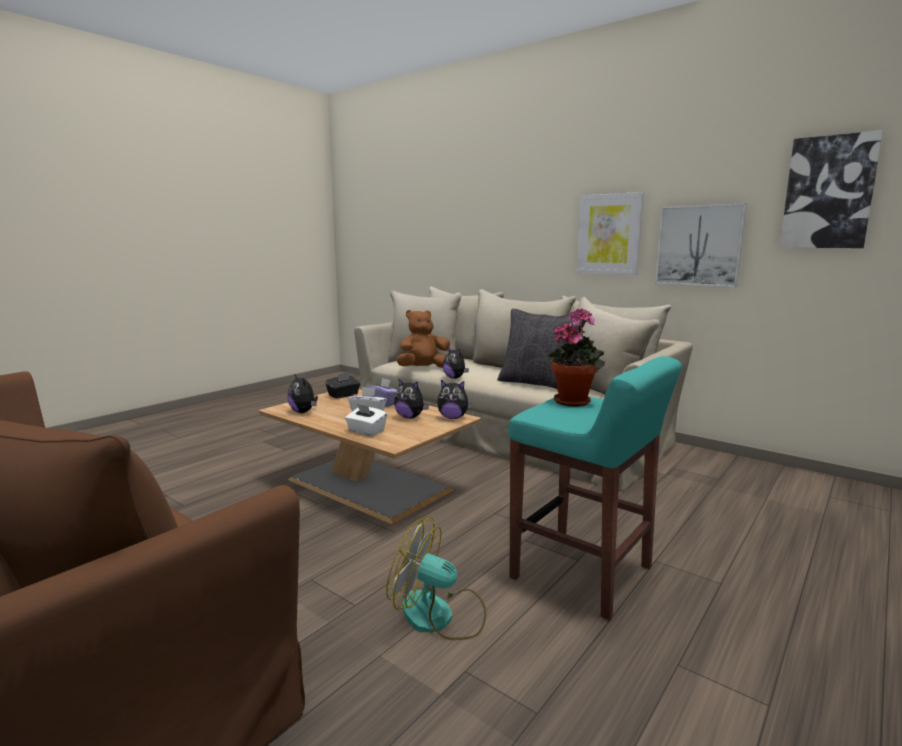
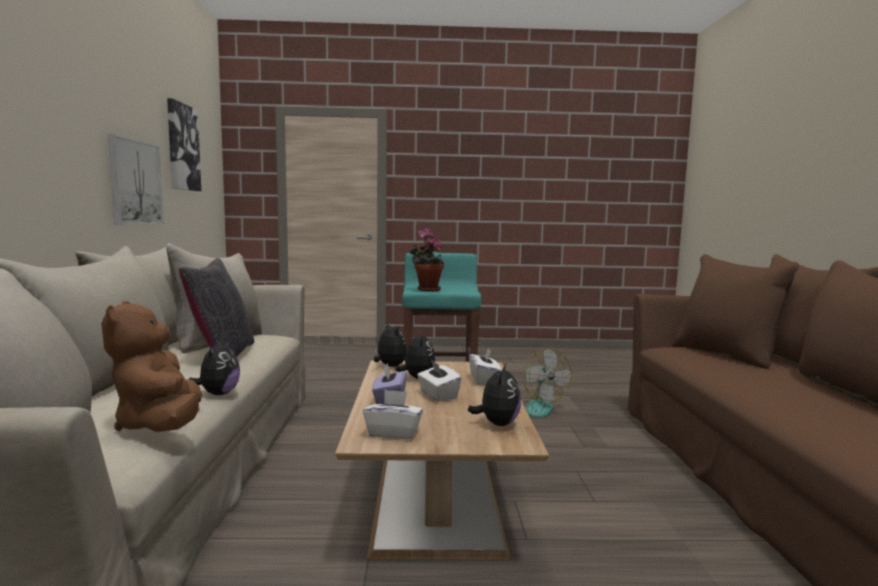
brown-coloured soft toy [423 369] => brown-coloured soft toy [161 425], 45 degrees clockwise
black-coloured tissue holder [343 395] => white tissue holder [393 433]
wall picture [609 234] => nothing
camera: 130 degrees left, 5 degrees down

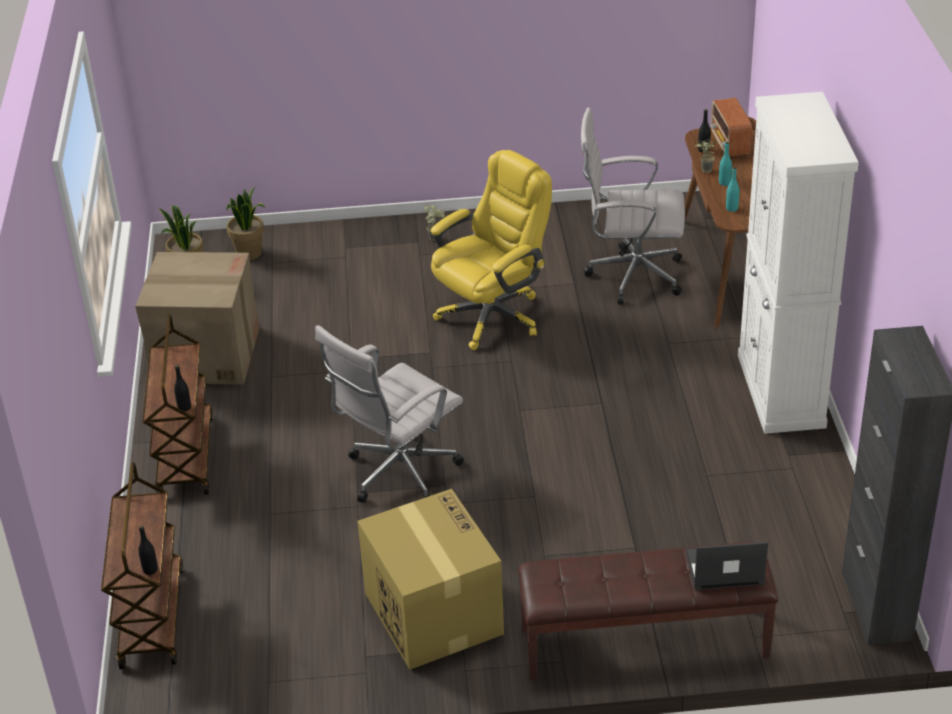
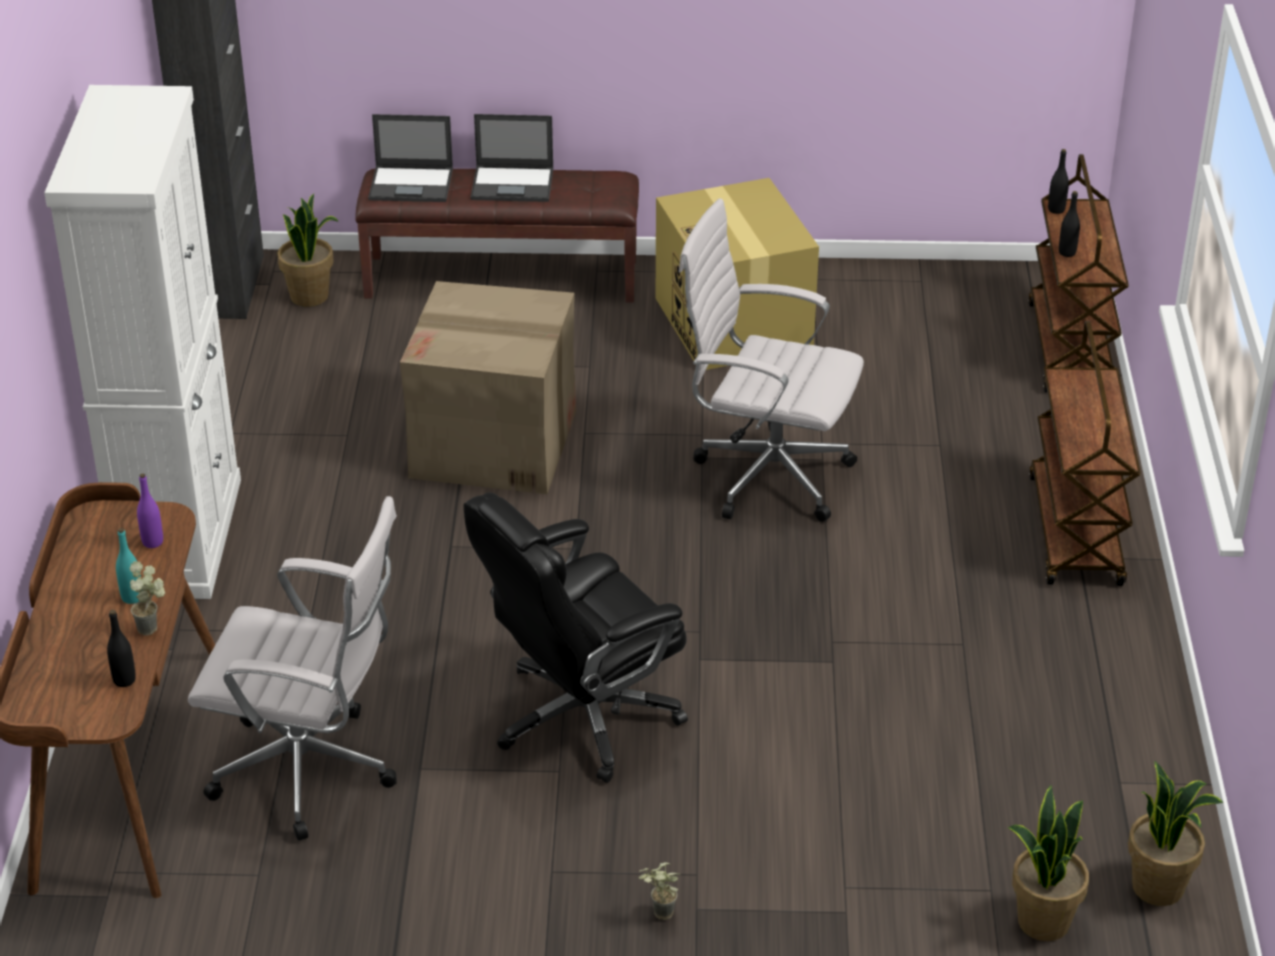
turquoise drink bottle [731 208] => purple-coloured drink bottle [152 542]
nothing => potted plant [310 296]
packing box [205 354] => packing box [495 444], move
yellow office chair [492 316] => black-coloured office chair [582 717]
nothing => notebook computer [513 184]
white office chair [398 475] => white office chair [765 475], 120 degrees counterclockwise
black-coloured drink bottle [184 407] => black-coloured drink bottle [1067 252], move
radio set [730 144] => nothing
camera: 175 degrees left, 0 degrees up

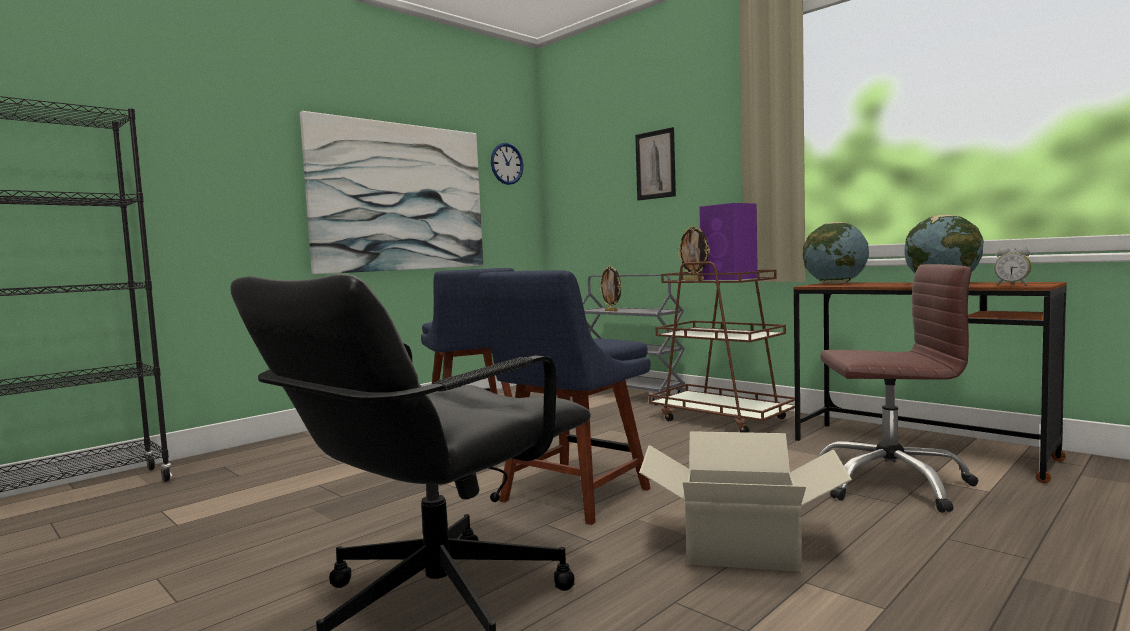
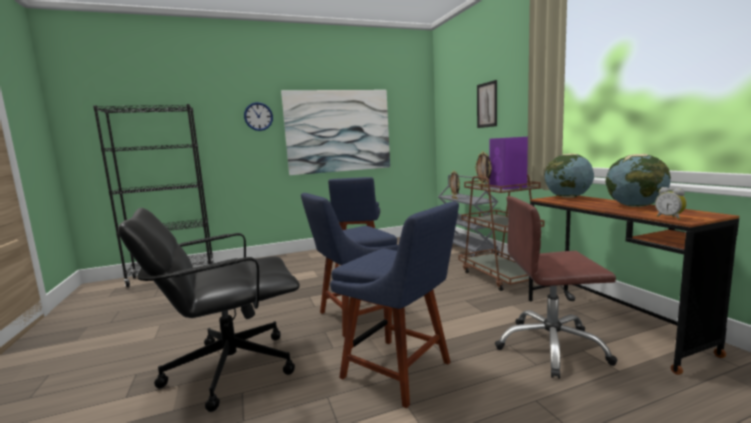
hanging clock [506 163] => hanging clock [258 116], move
packing box [741 547] => blue chair [401 371]
brown-coloured office chair [890 483] => brown-coloured office chair [551 347], 150 degrees clockwise
camera: 25 degrees right, 5 degrees up

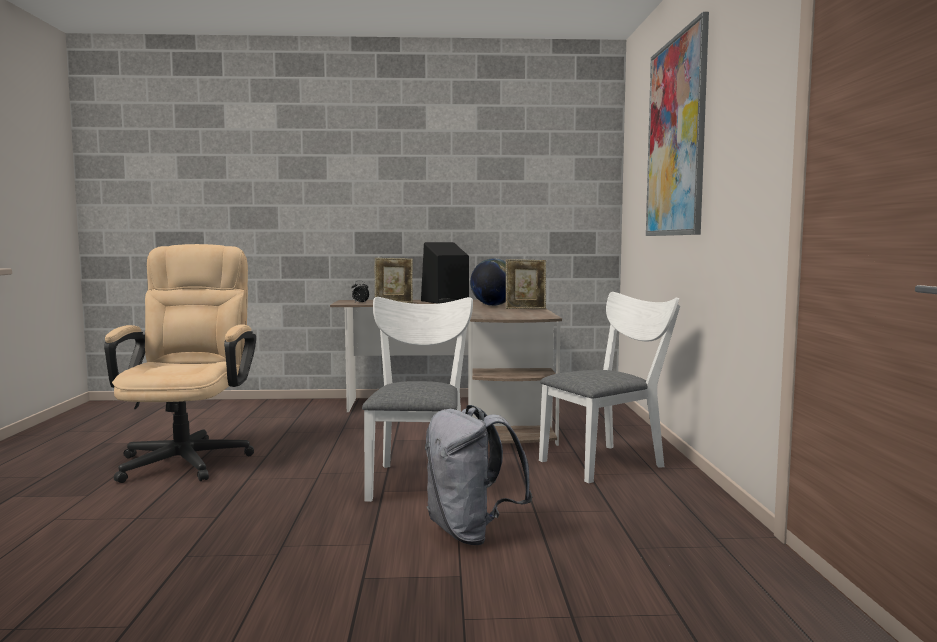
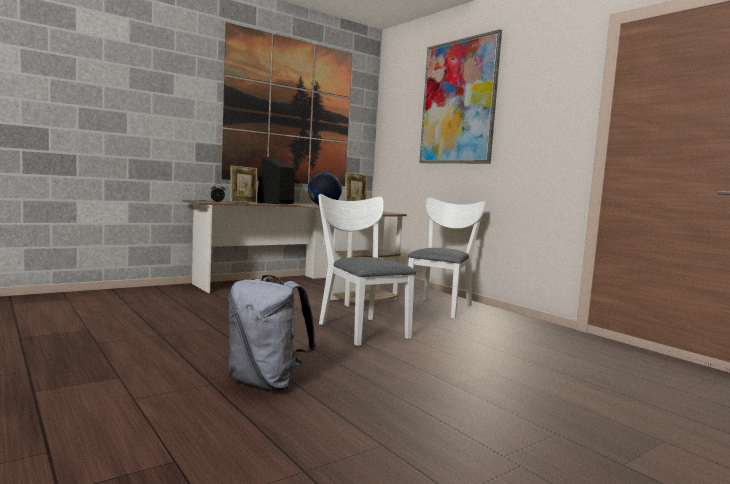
nothing => wall picture [290 112]
grey backpack [471 533] => grey backpack [266 383], move
sand-coloured office chair [188 458] => nothing
camera: 35 degrees left, 0 degrees up

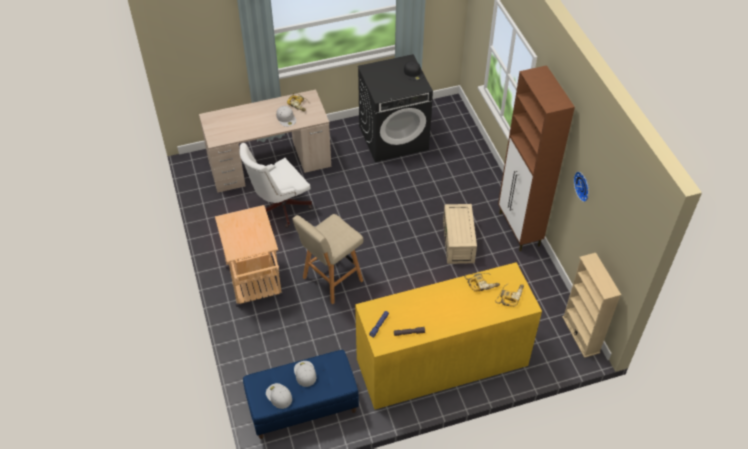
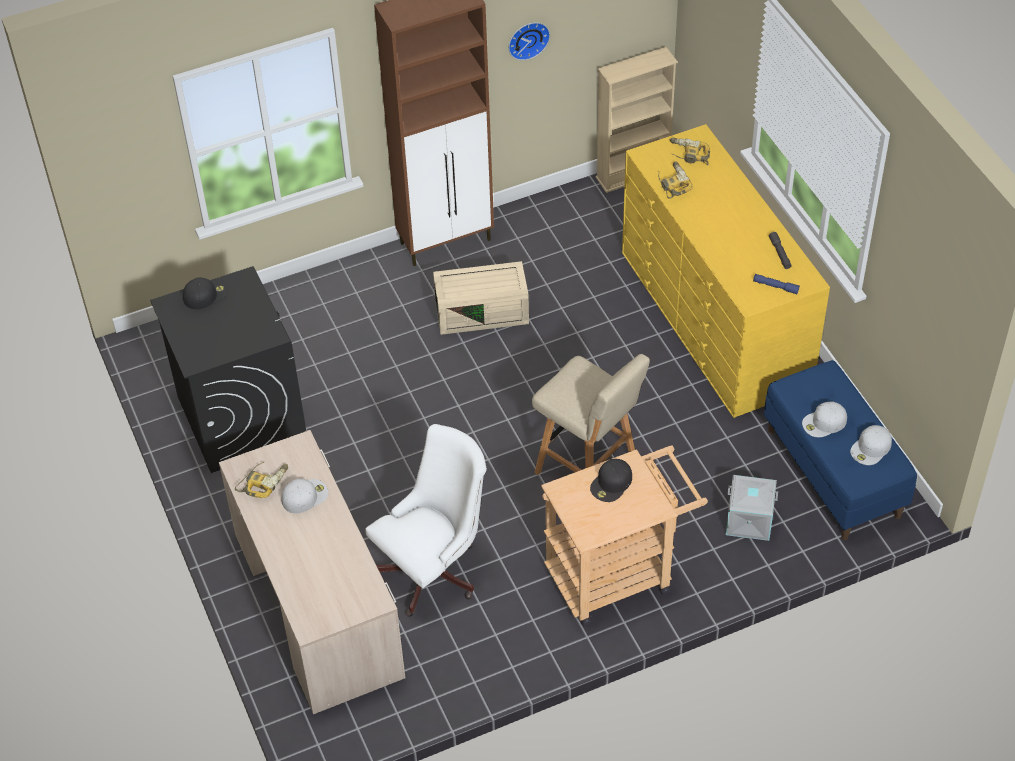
white office chair [279 208] => white office chair [434 569], 90 degrees counterclockwise
nothing => black-coloured baseball cap [611 483]
nothing => grey storage bin [748 521]
camera: 95 degrees left, 0 degrees up

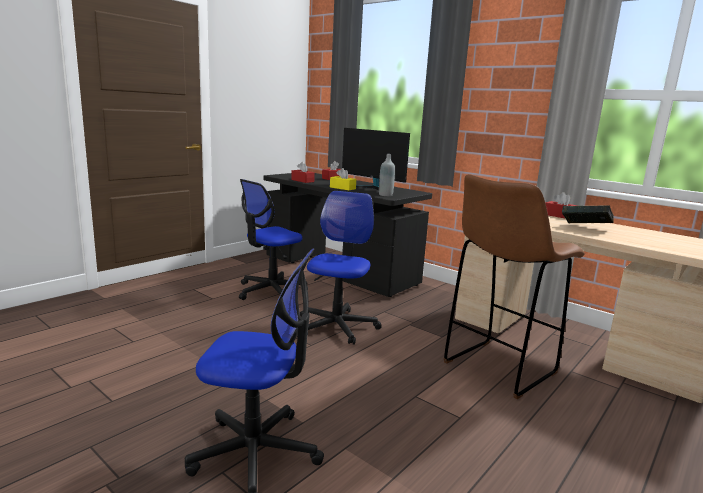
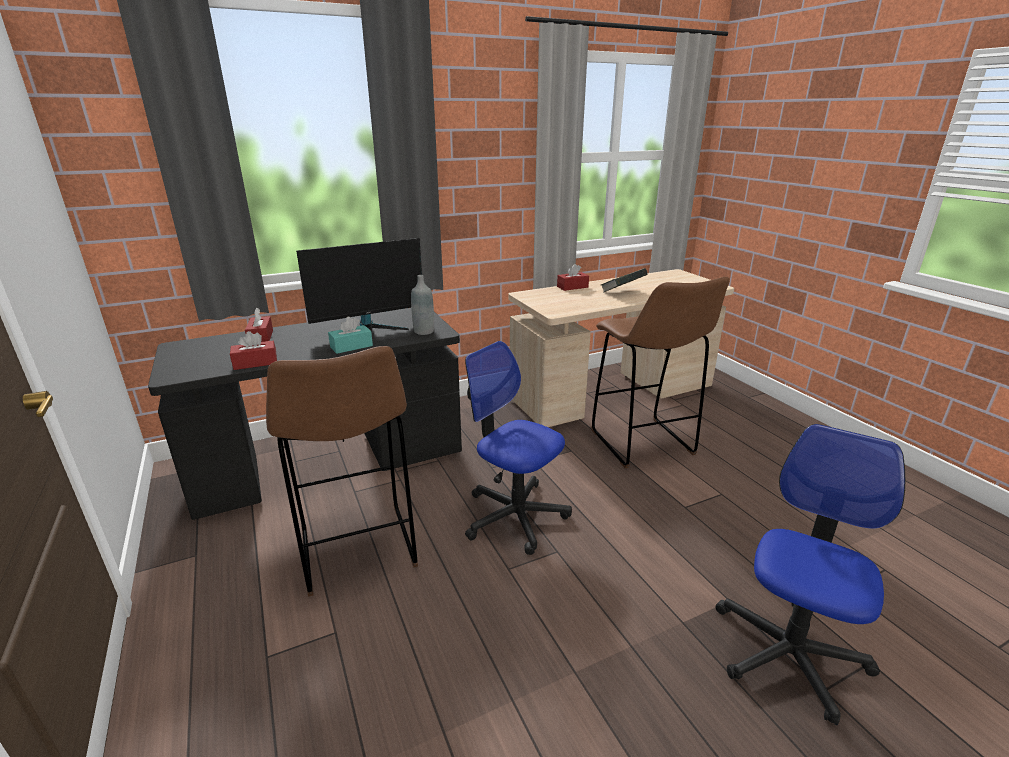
office chair [271 291] => brown-coloured sitting stool [358 551]
yellow tissue holder [342 188] => turquoise tissue holder [351 346]
camera: 65 degrees left, 10 degrees up

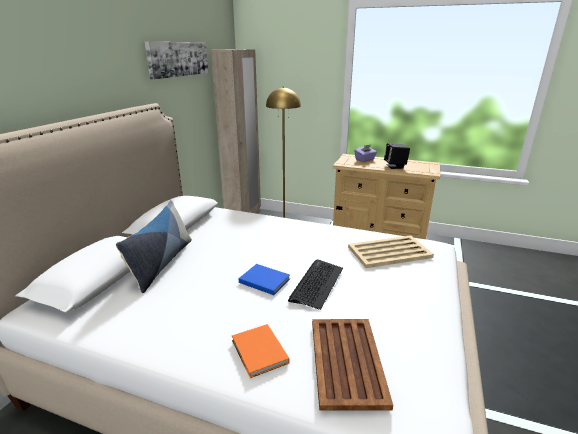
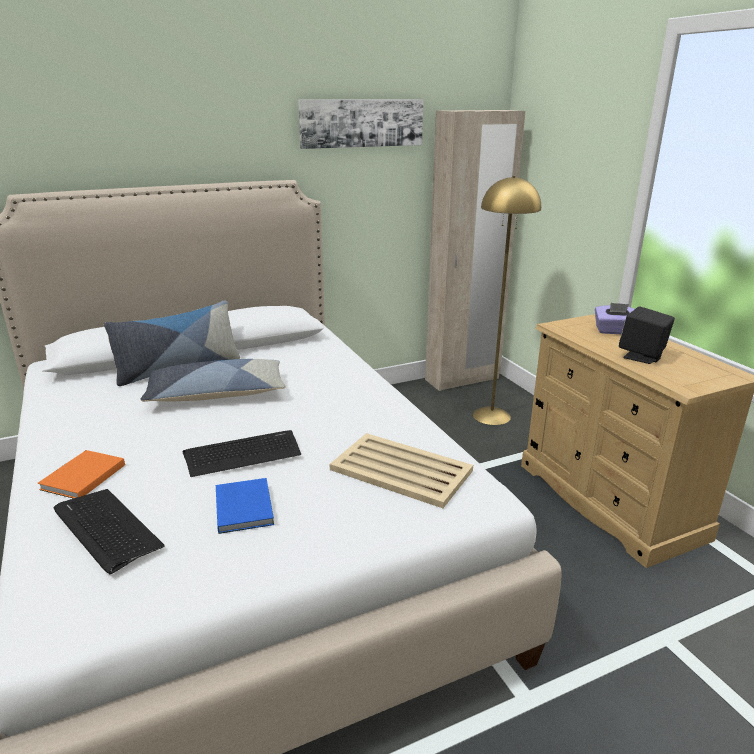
brown-coloured serving tray [346 362] => PC keyboard [106 529]
nothing => pillow [216 393]
blue volume [264 280] => blue volume [245 506], move
camera: 45 degrees right, 0 degrees up

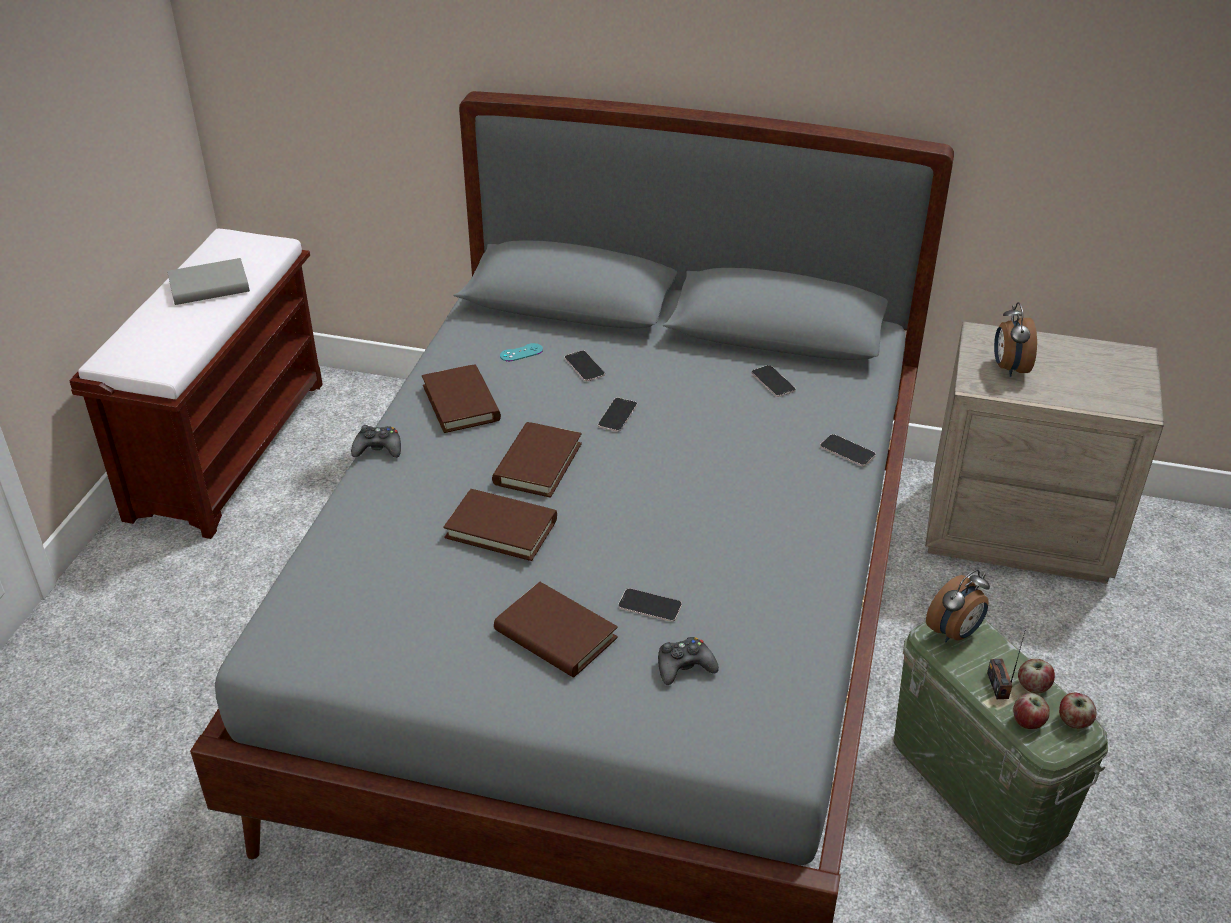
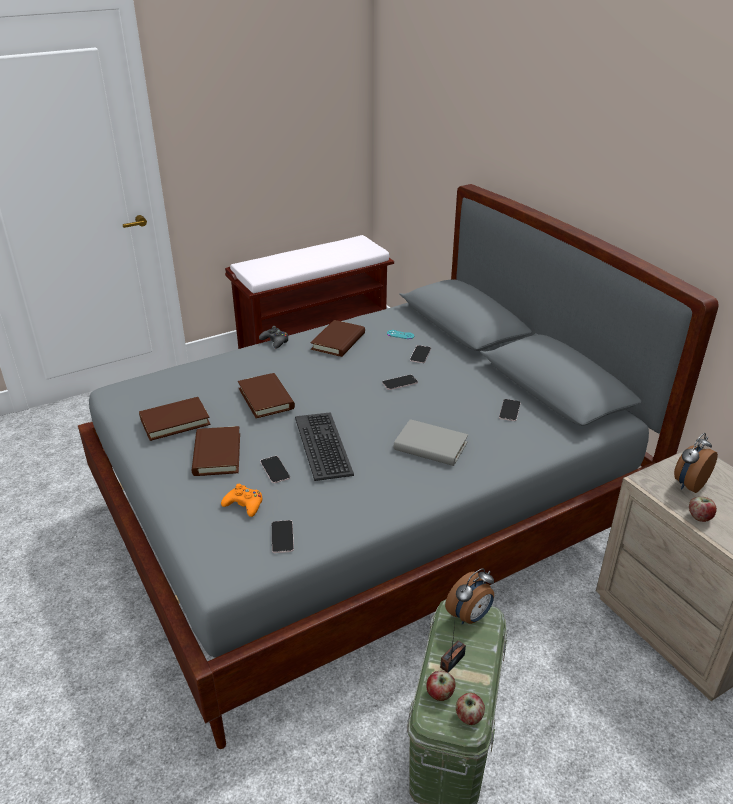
brown-coloured volume [537 464] => brown-coloured volume [175 421], move
black-coloured gamepad [684 666] => orangey gamepad [244 505]
phone [847 451] => phone [282 537], move
nothing => PC keyboard [324 446]
grey volume [209 286] => grey volume [430 446], move
alarm clock [955 633] => alarm clock [470 616], 45 degrees counterclockwise
apple fruit [1033 686] => apple fruit [699 517], move
camera: 45 degrees right, 5 degrees down

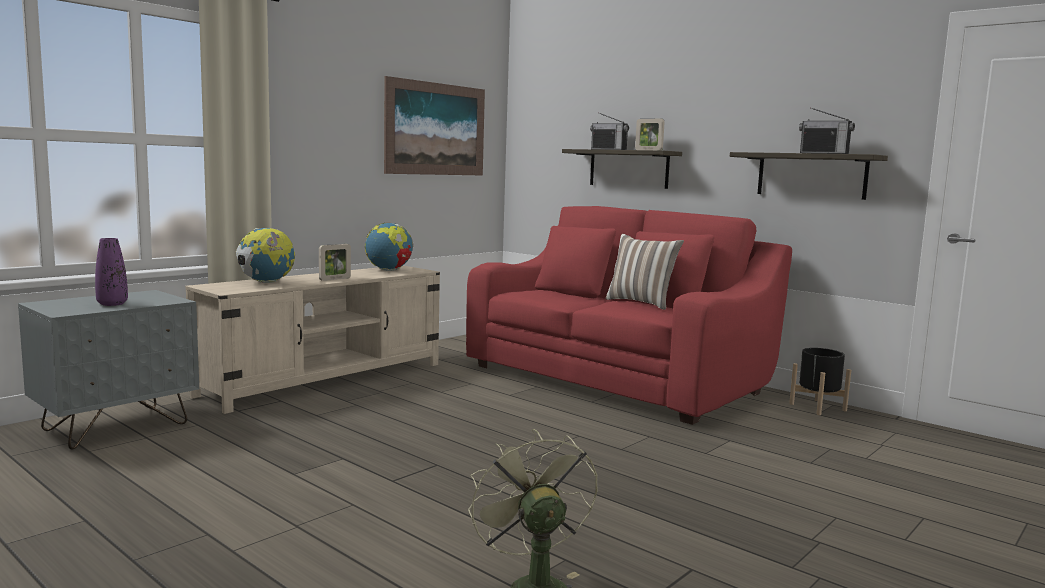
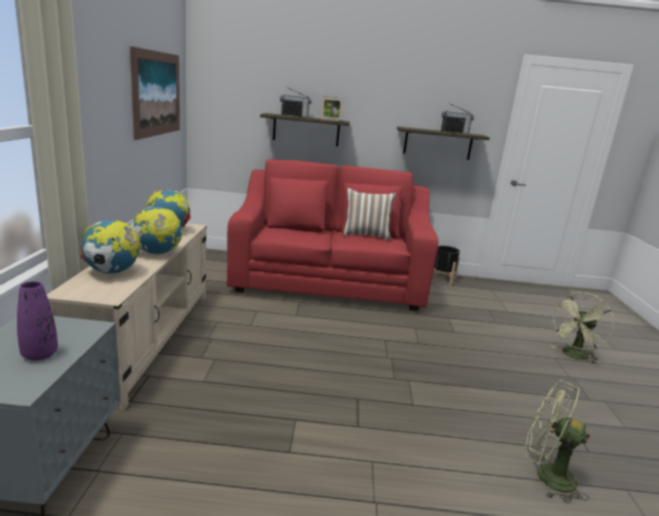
standing frame [335 279] => world globe [157 253]
nothing => green electric fan [573 356]
camera: 40 degrees left, 10 degrees up

